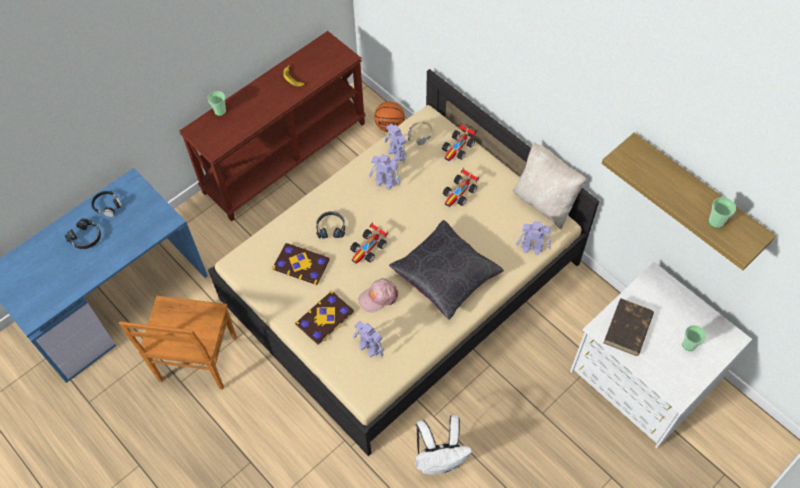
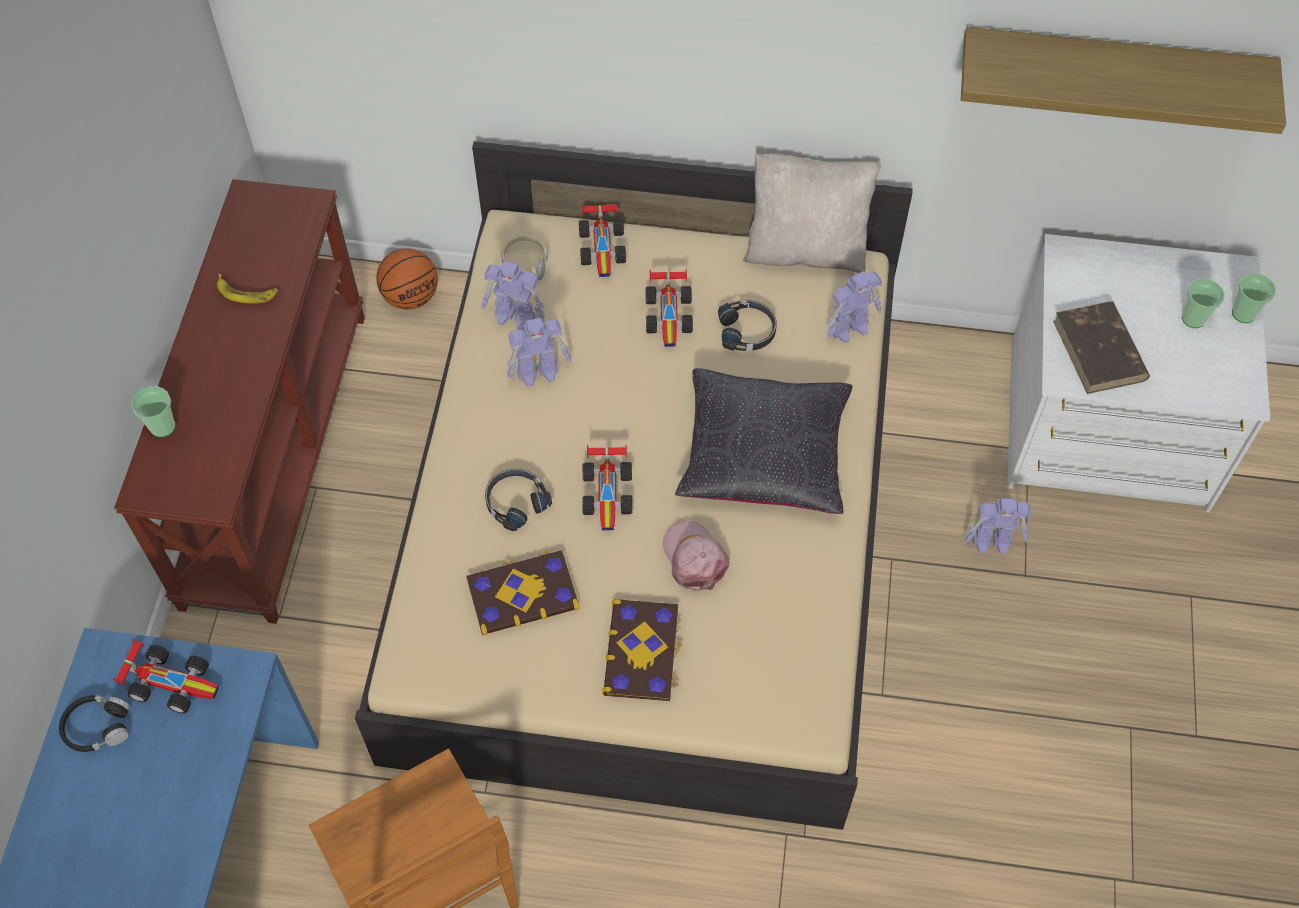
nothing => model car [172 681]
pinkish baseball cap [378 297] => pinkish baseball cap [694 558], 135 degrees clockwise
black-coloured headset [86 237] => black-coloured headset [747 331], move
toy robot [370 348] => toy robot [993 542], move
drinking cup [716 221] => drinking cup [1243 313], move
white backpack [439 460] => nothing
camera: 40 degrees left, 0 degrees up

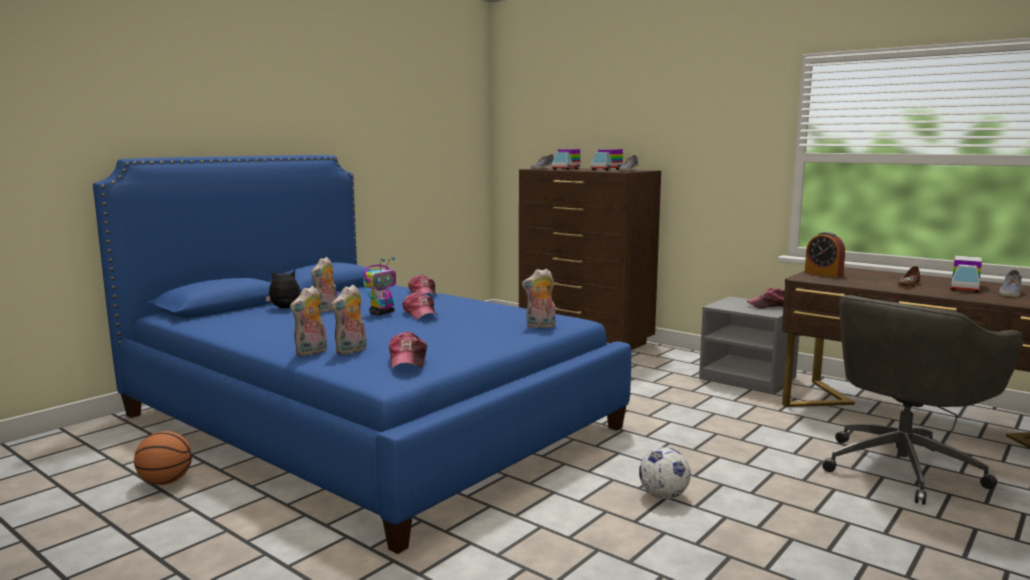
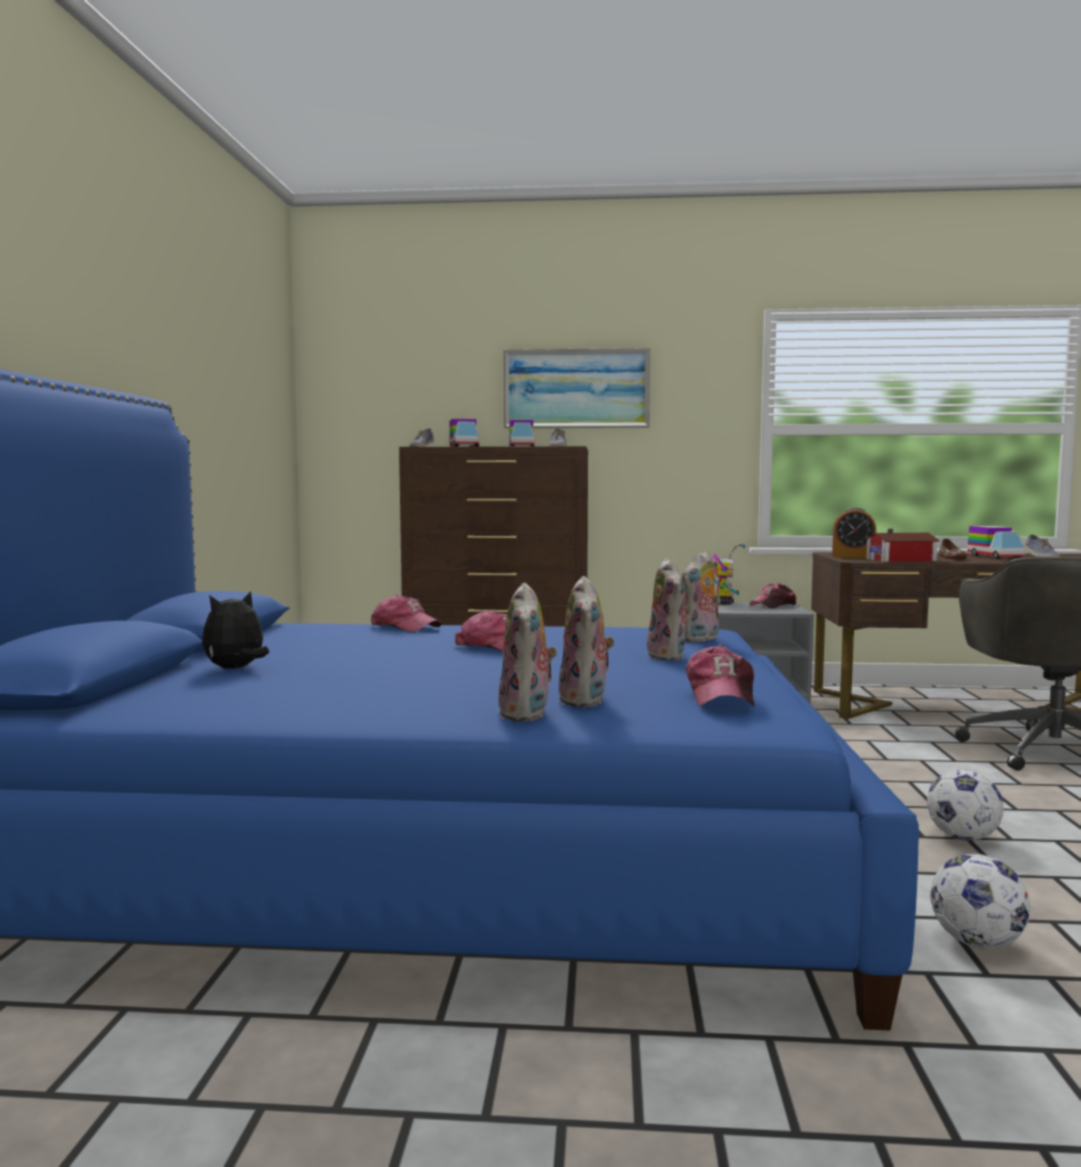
nothing => wall picture [576 389]
soft toy [326 310] => soft toy [669 656], move
baseball cap [408 360] => baseball cap [721 695], 45 degrees clockwise
toy robot [382 313] => toy robot [724 603], move
nothing => miniature house [903 560]
nothing => football [977 943]
ball for basketball [166 482] => nothing
camera: 35 degrees left, 5 degrees down

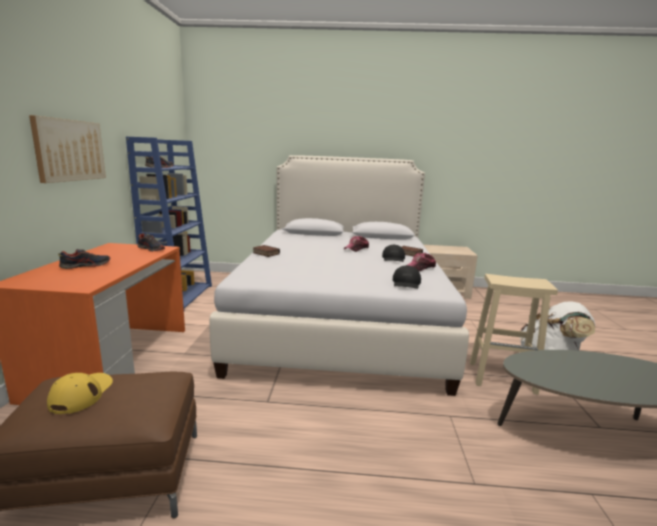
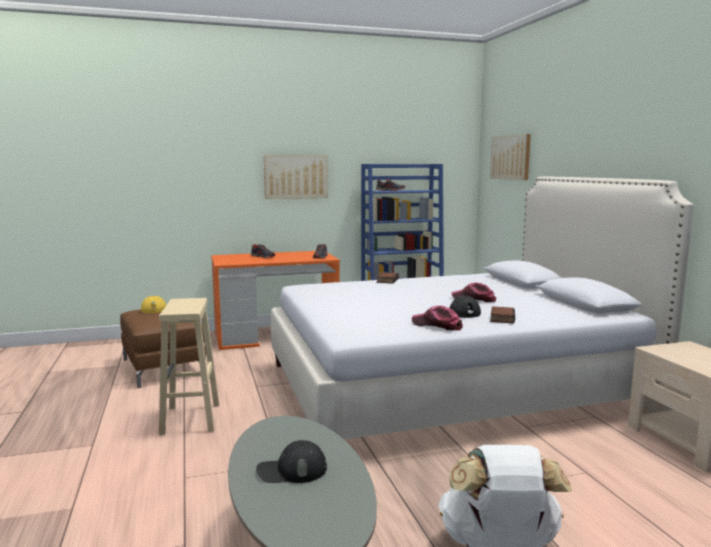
sand-coloured sitting stool [503 377] => sand-coloured sitting stool [191 419], move
black-coloured baseball cap [406 283] => black-coloured baseball cap [291 470], move
nothing => wall picture [510 157]
camera: 70 degrees right, 5 degrees down

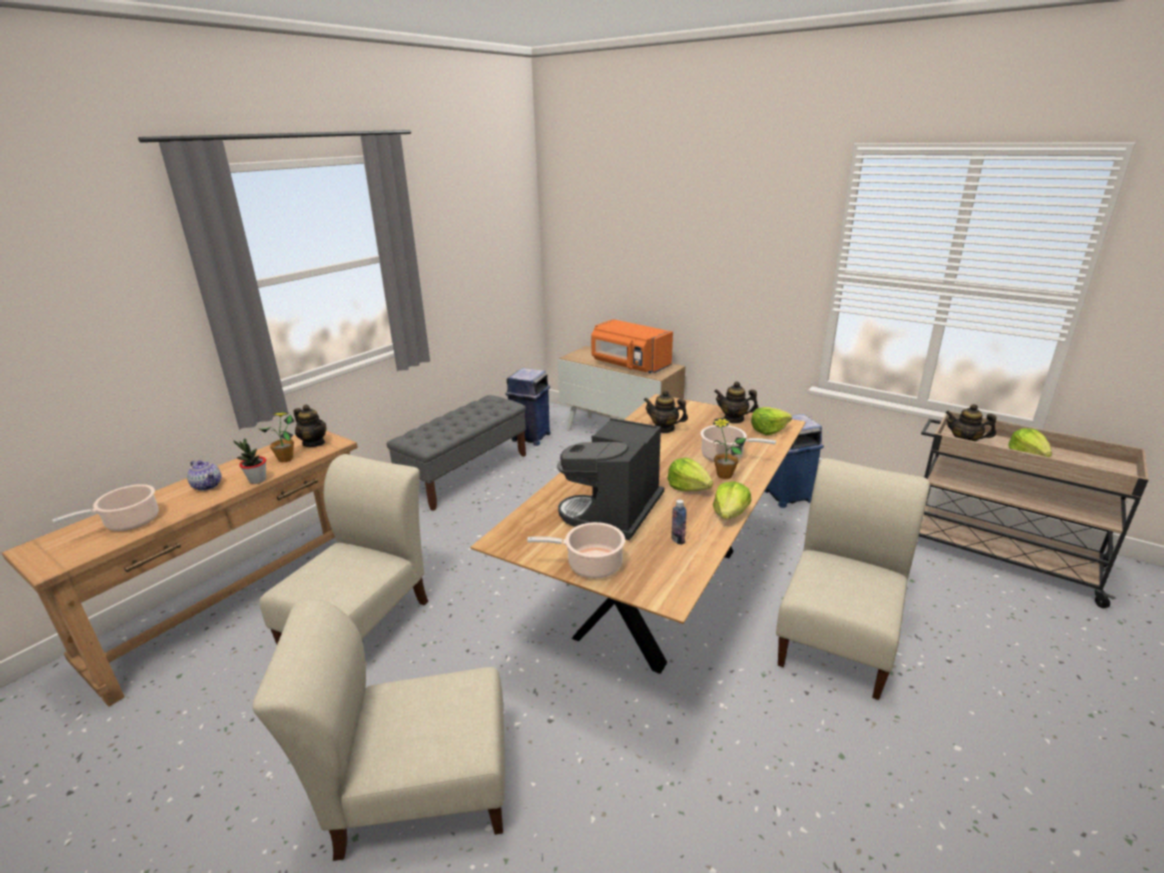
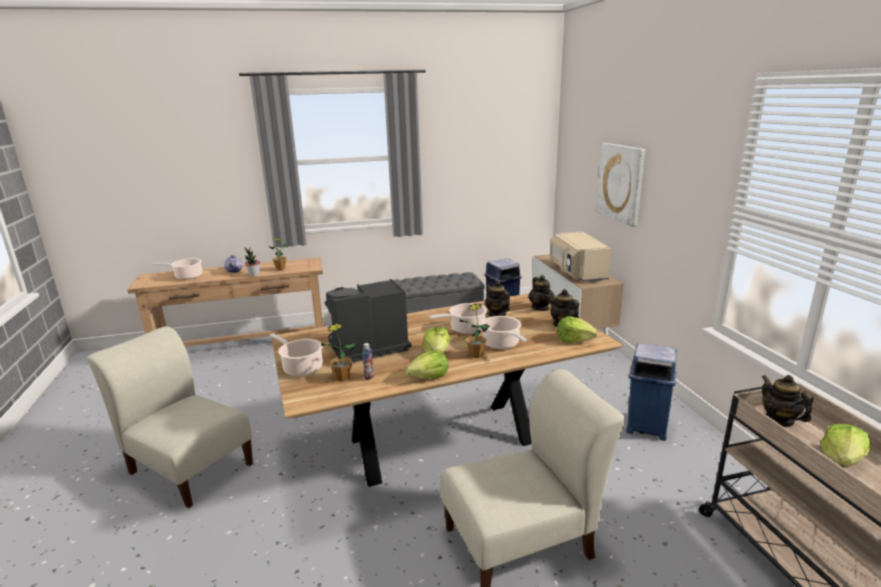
nothing => potted plant [342 377]
nothing => stockpot [465 329]
teapot [314 443] => teapot [540 308], move
orangey kitchen microwave [629 365] => sand-coloured kitchen microwave [576 272]
nothing => wall picture [620 183]
sand-coloured chair [362 623] => nothing
camera: 40 degrees right, 5 degrees down

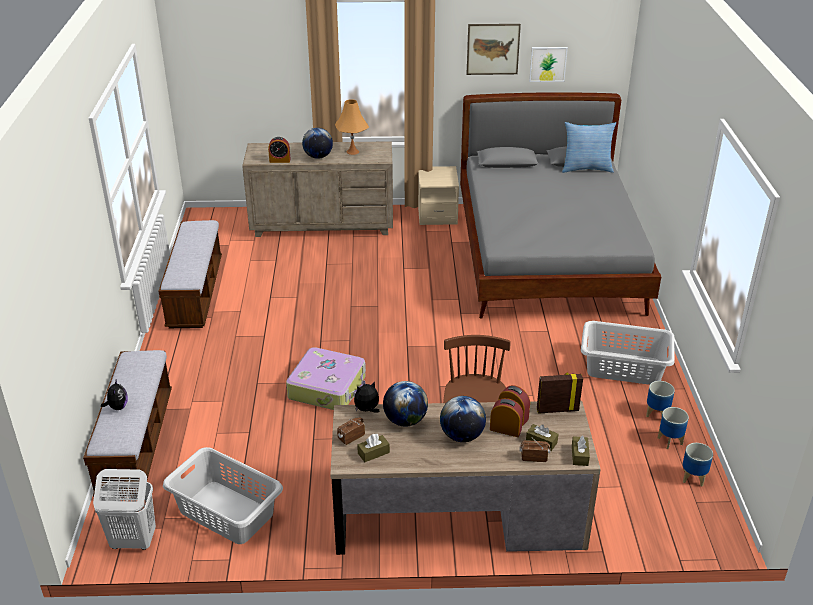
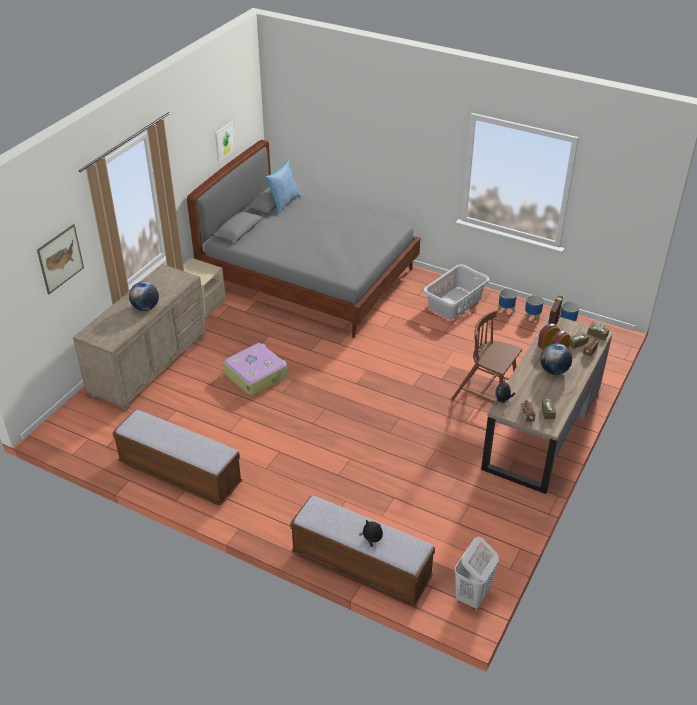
wall picture [493 49] => wall picture [60 258], move
piece of luggage [328 387] => piece of luggage [256 375], move
grey laundry basket [226 511] => nothing
alarm clock [280 160] => nothing
orangey table lamp [352 151] => nothing
world globe [405 420] => nothing
camera: 60 degrees left, 5 degrees up

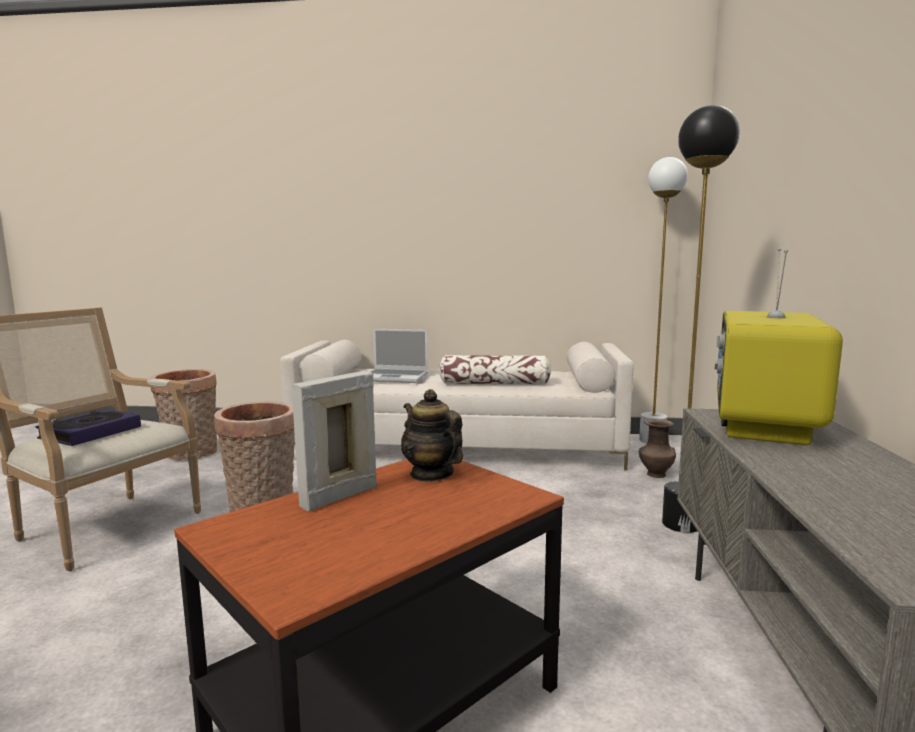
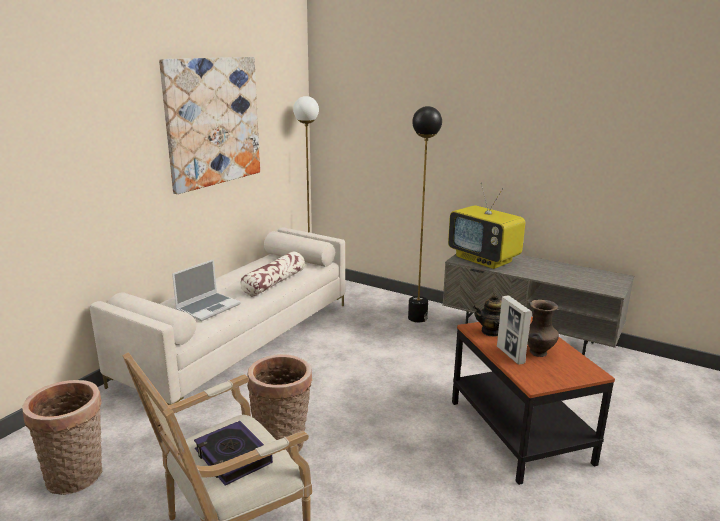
nothing => wall picture [213 122]
brown-coloured vase [655 474] => brown-coloured vase [538 353], move
camera: 65 degrees left, 10 degrees up

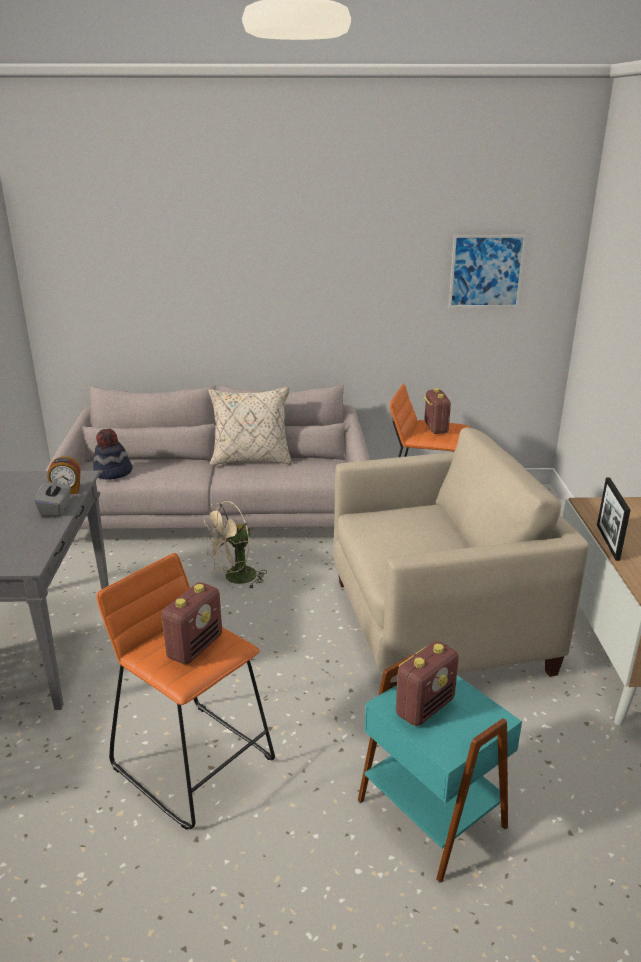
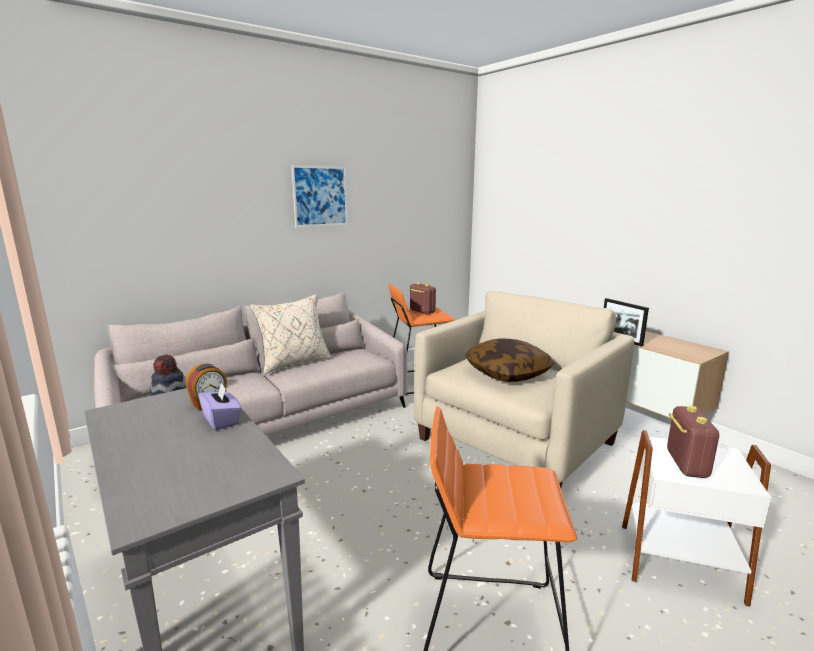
grey tissue holder [56 509] => purple-coloured tissue holder [222 420]
wall picture [486 271] => wall picture [320 196], move
nothing => pillow [507 373]
turquoise side table [433 811] => white side table [678 560]
radio set [195 646] => nothing
sand-coloured electric fan [235 579] => nothing
camera: 35 degrees left, 10 degrees down

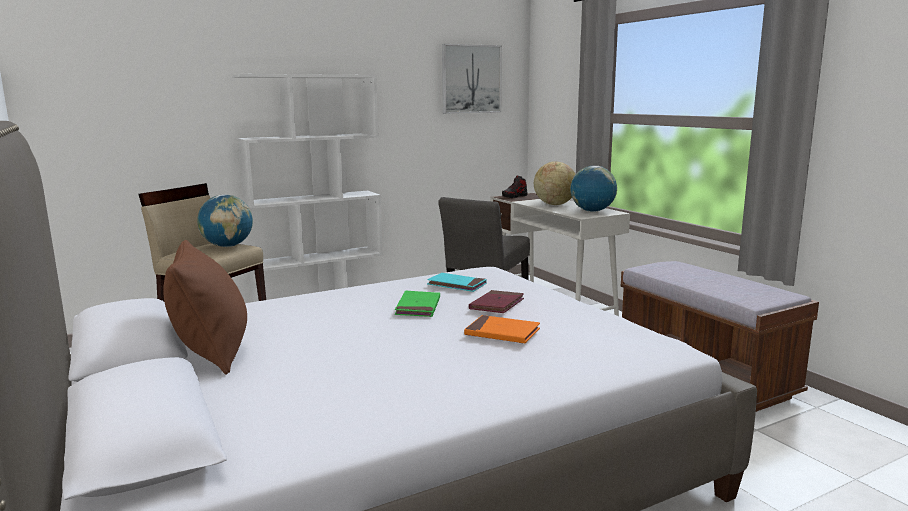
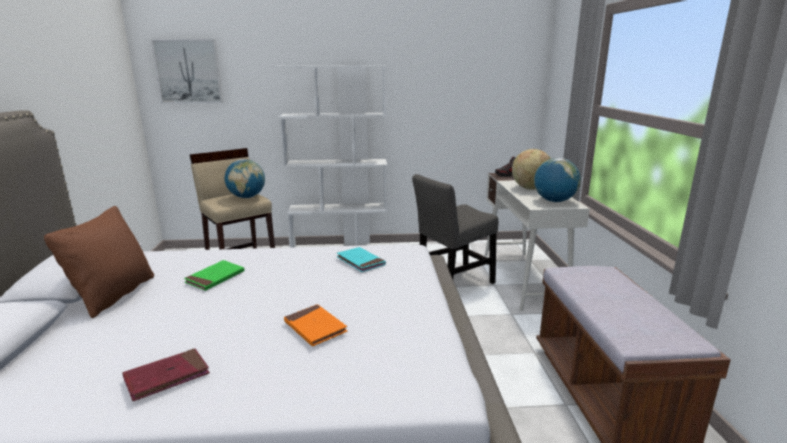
reddish volume [497 305] => reddish volume [167 377], move
wall picture [471 79] => wall picture [188 71], move
green volume [418 307] => green volume [215 277], move
camera: 25 degrees right, 5 degrees up

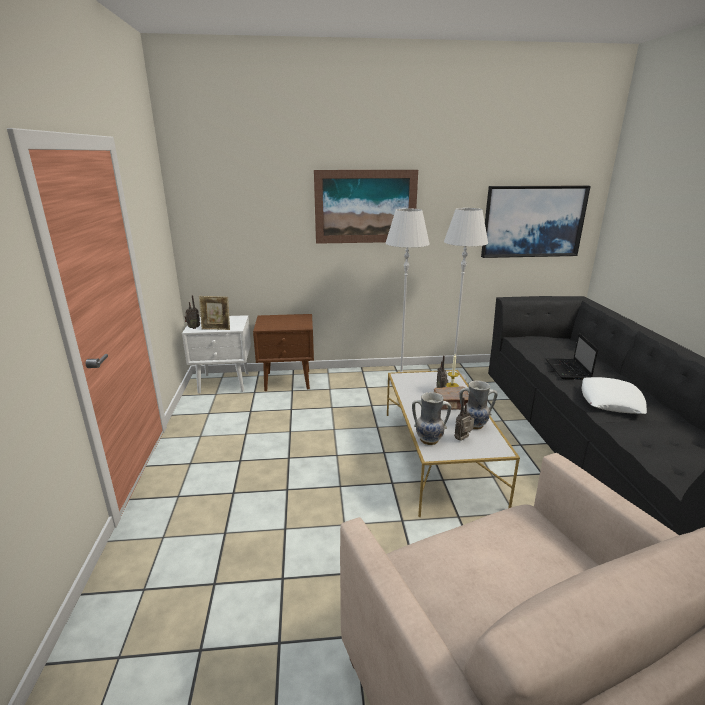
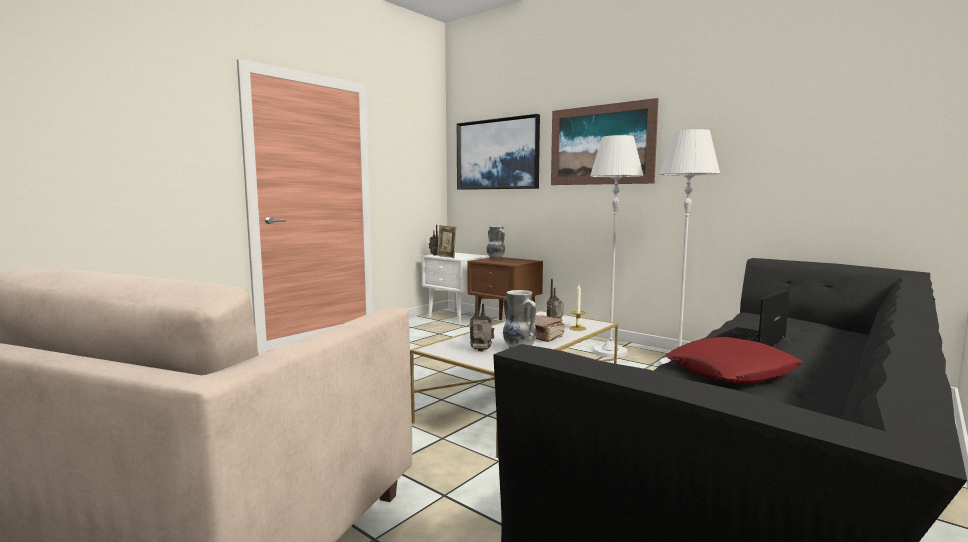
wall picture [533 221] => wall picture [497 154], move
vase [429 439] => vase [496 258], move
white pillow [611 401] => reddish pillow [731 371]
camera: 45 degrees right, 15 degrees down

